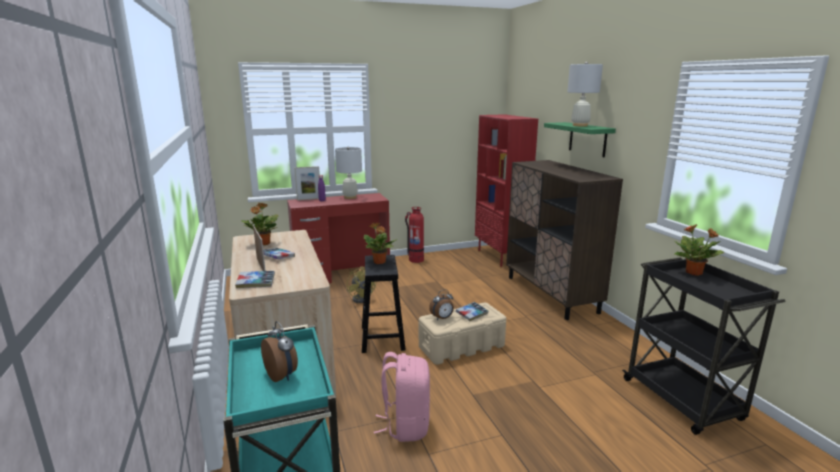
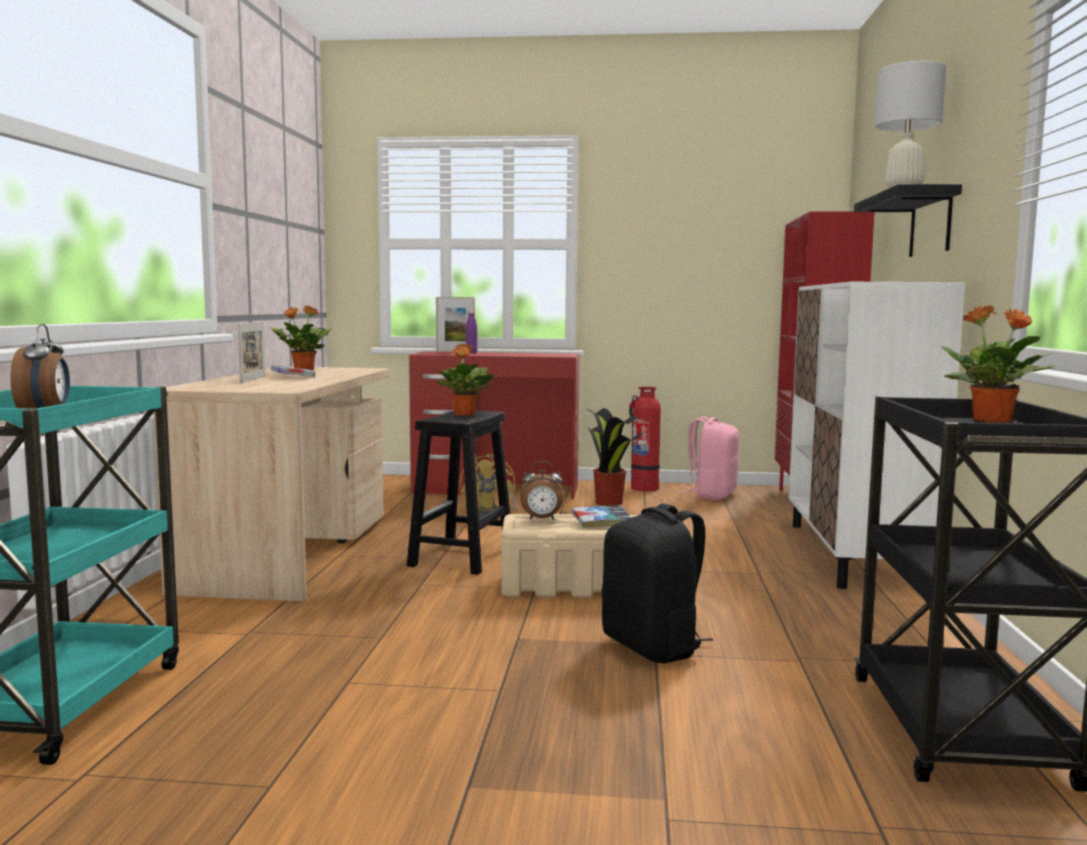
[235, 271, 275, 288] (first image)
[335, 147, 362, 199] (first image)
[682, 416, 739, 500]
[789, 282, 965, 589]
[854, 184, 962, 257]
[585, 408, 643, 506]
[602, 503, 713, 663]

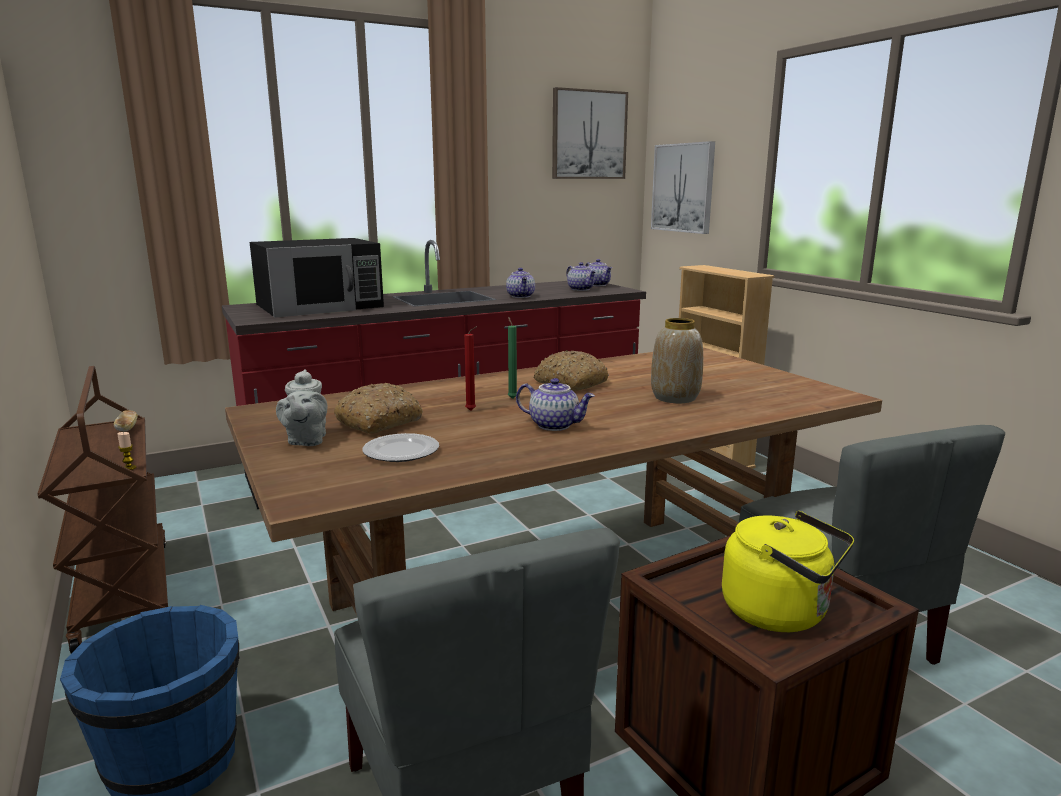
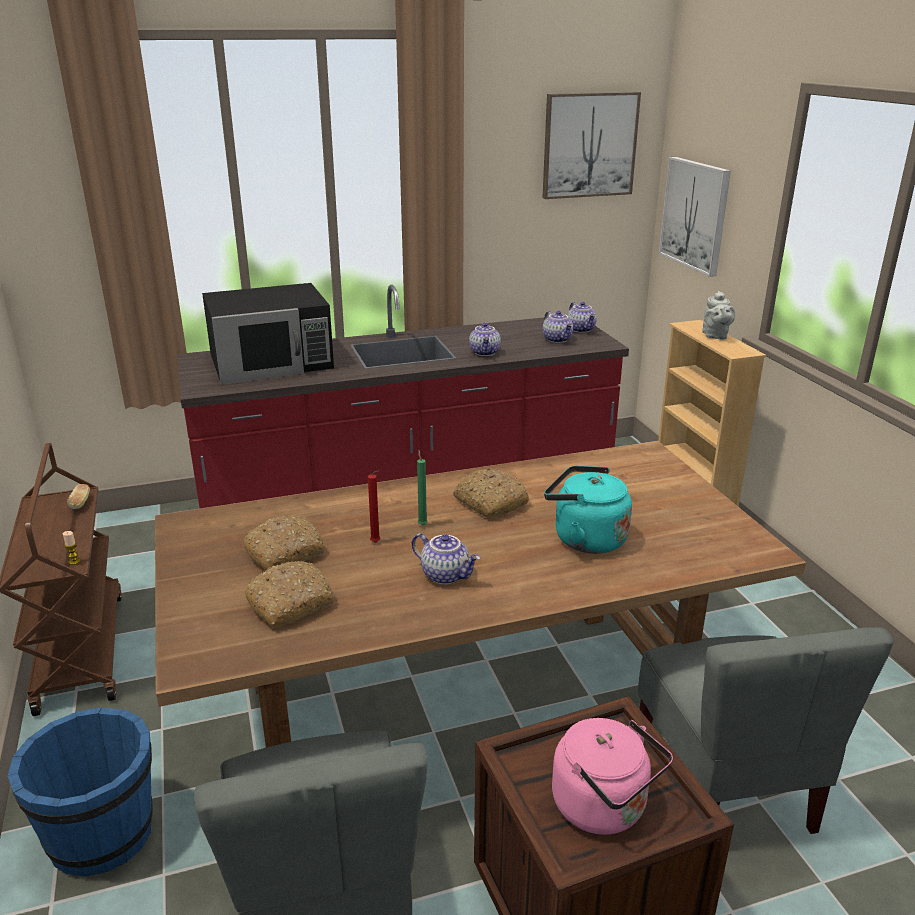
[702, 291, 735, 340]
[245, 561, 335, 628]
[544, 466, 632, 554]
[552, 718, 673, 835]

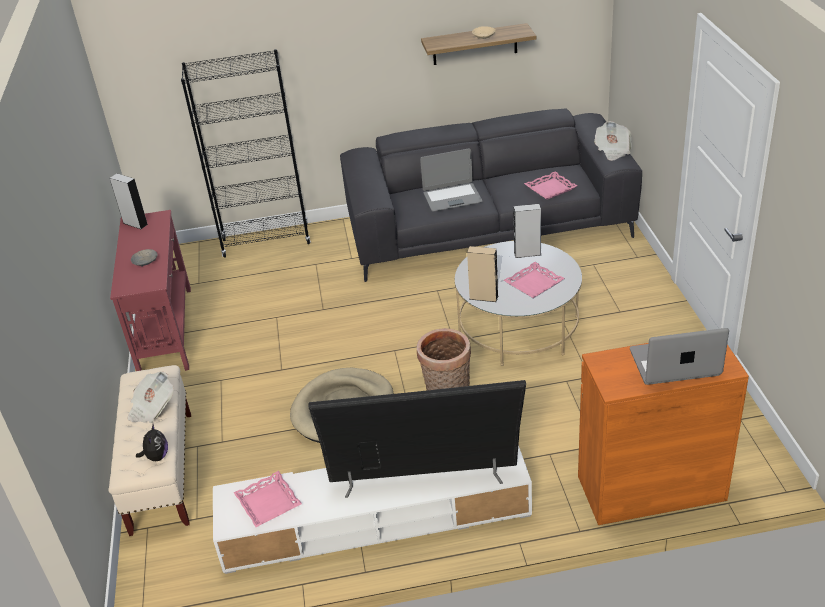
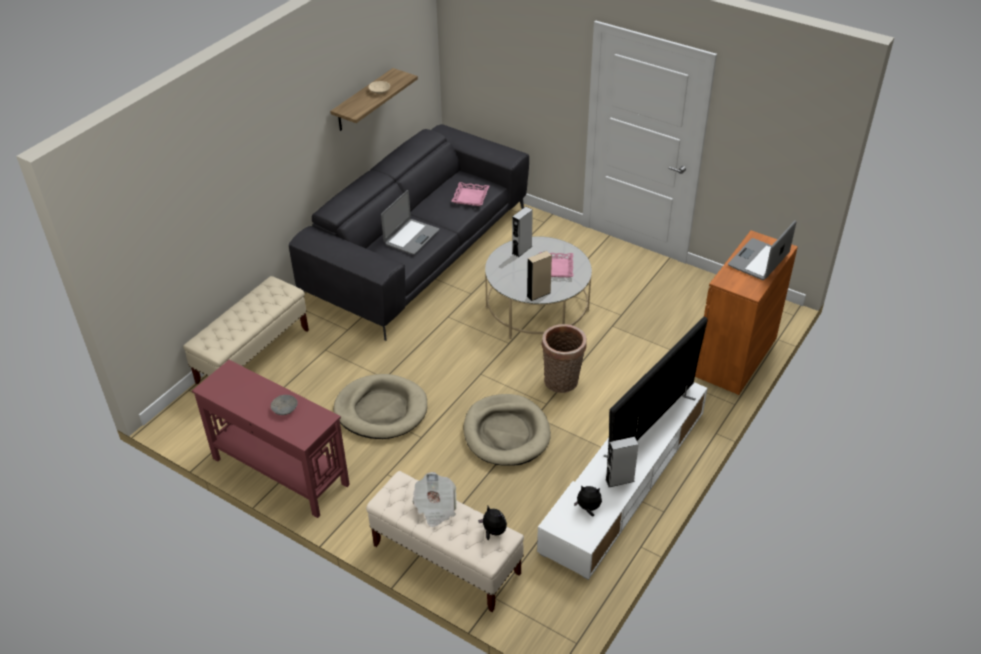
[605, 437, 639, 487]
[183, 276, 309, 385]
[574, 485, 602, 517]
[594, 121, 632, 161] (first image)
[334, 374, 427, 439]

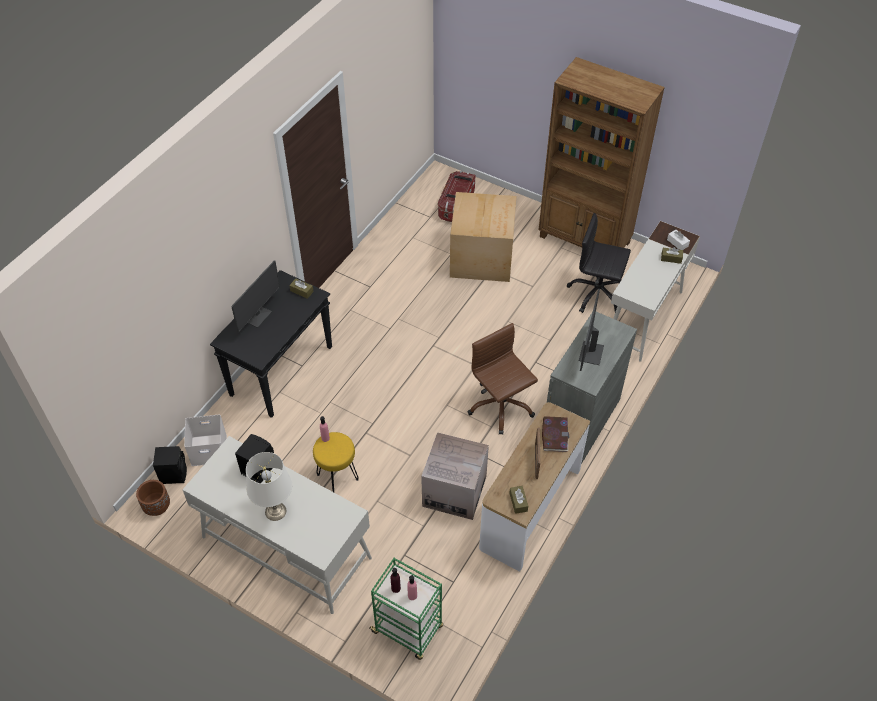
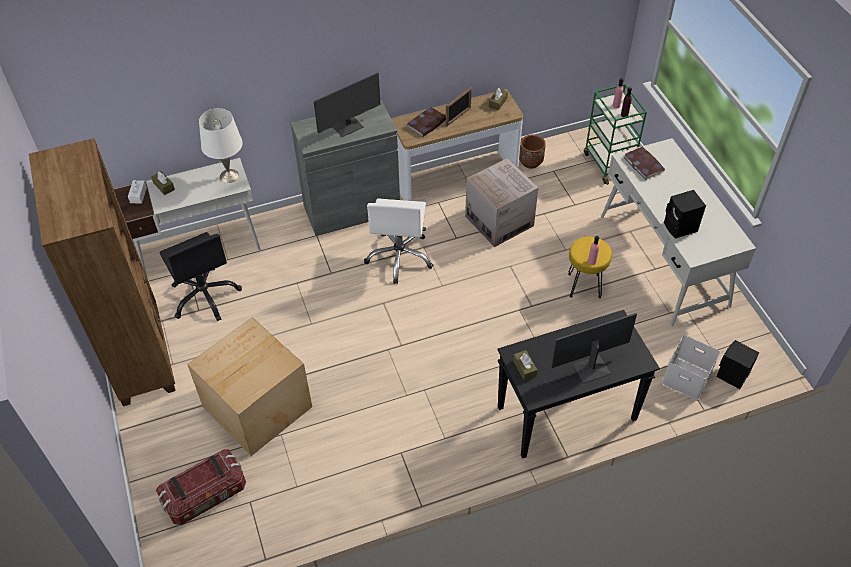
[519, 135, 546, 169]
[199, 108, 243, 183]
[364, 198, 433, 284]
[624, 147, 665, 180]

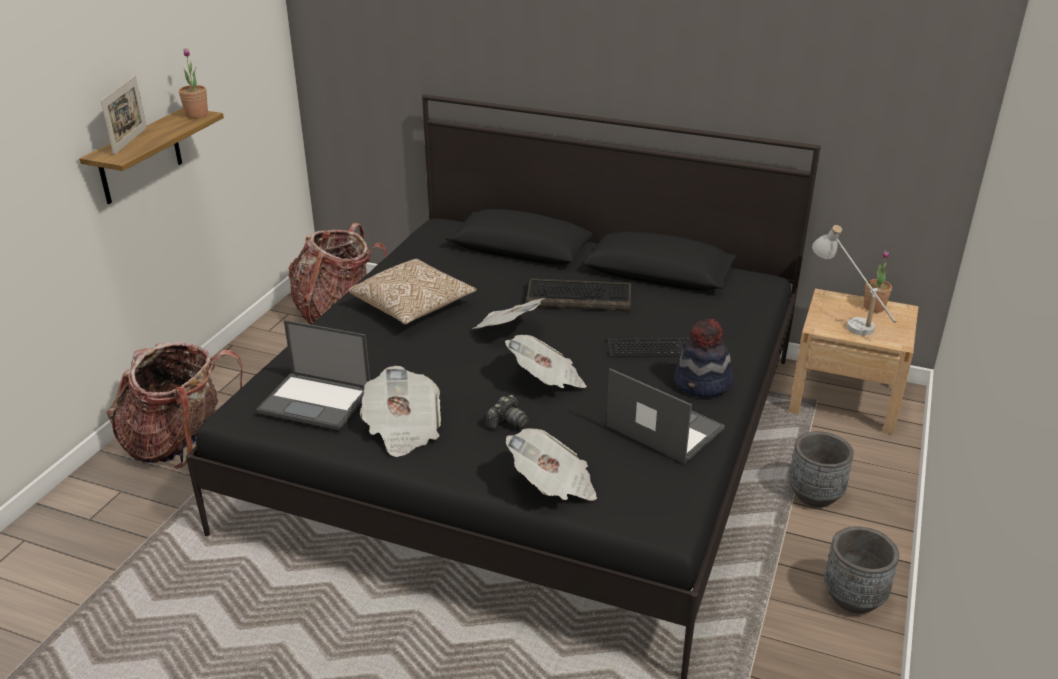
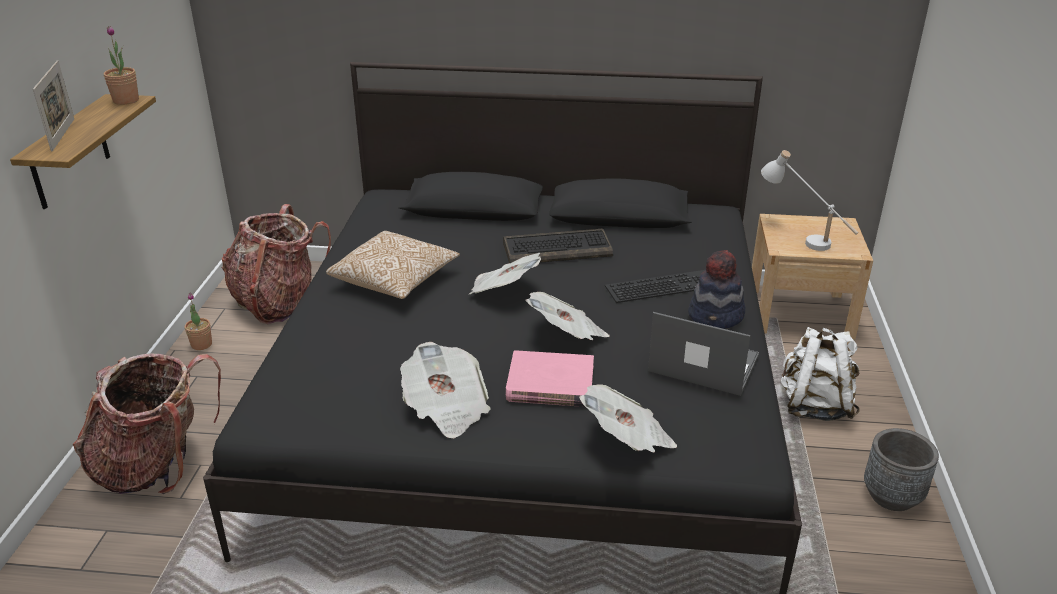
[256, 320, 370, 430] (first image)
[506, 350, 594, 407]
[781, 327, 860, 421]
[185, 292, 212, 350]

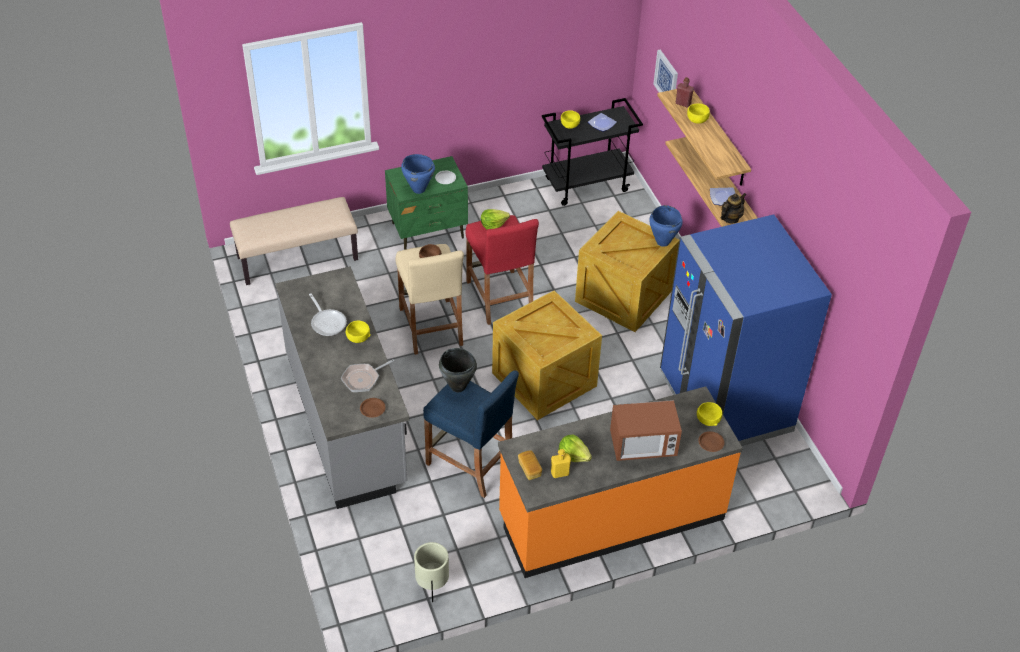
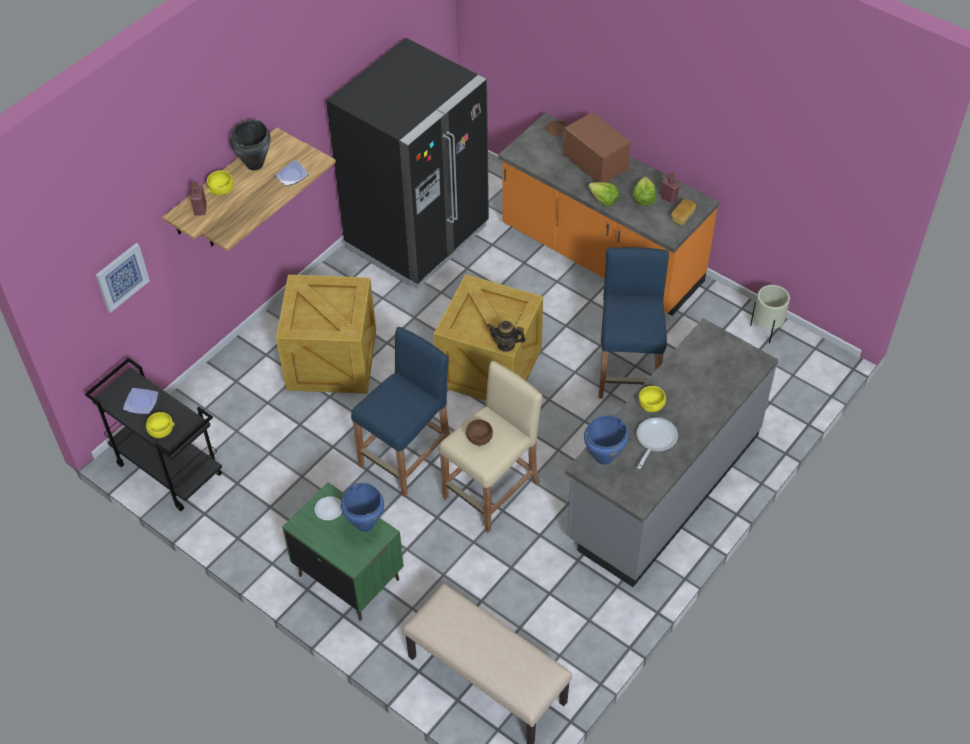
[341, 359, 394, 392] (first image)
[360, 398, 386, 418] (first image)
[230, 119, 271, 171]
[351, 327, 450, 497]
[588, 182, 619, 206]
[661, 172, 680, 204]
[584, 415, 629, 465]
[326, 38, 489, 289]
[697, 402, 722, 426] (first image)
[487, 321, 526, 352]

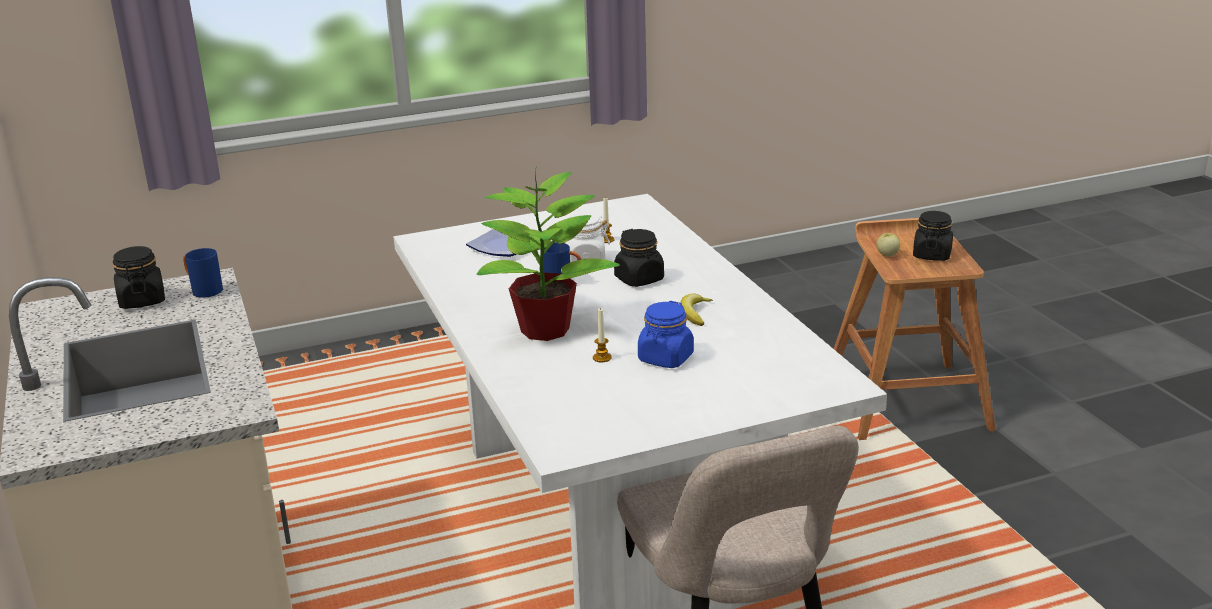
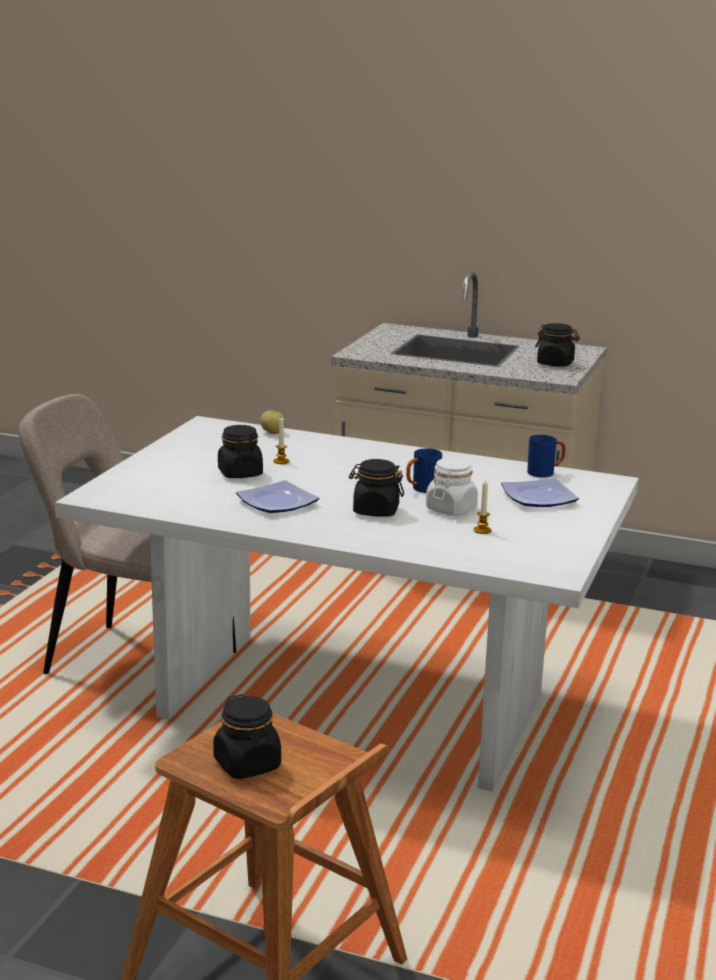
[527, 435, 566, 478]
[477, 166, 620, 341] (first image)
[218, 425, 263, 478]
[236, 480, 319, 513]
[260, 410, 285, 434]

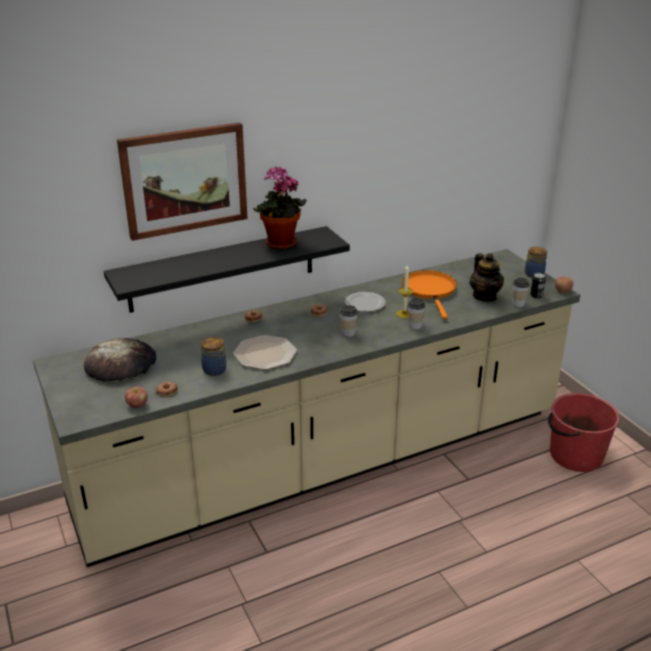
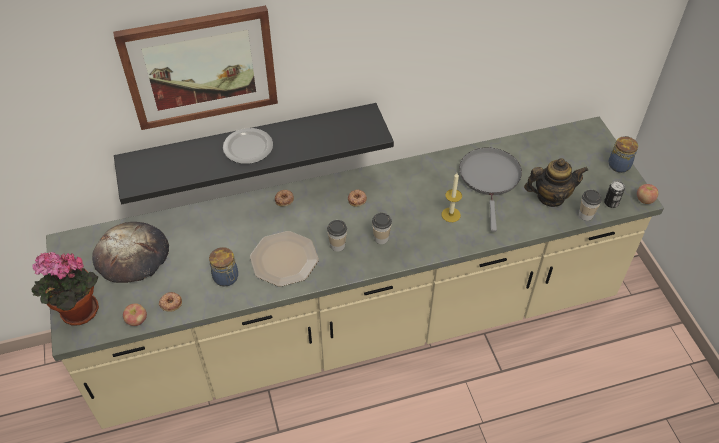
[31, 252, 99, 326]
[223, 128, 273, 164]
[459, 148, 522, 232]
[327, 220, 347, 252]
[524, 158, 588, 207]
[548, 393, 620, 472] (first image)

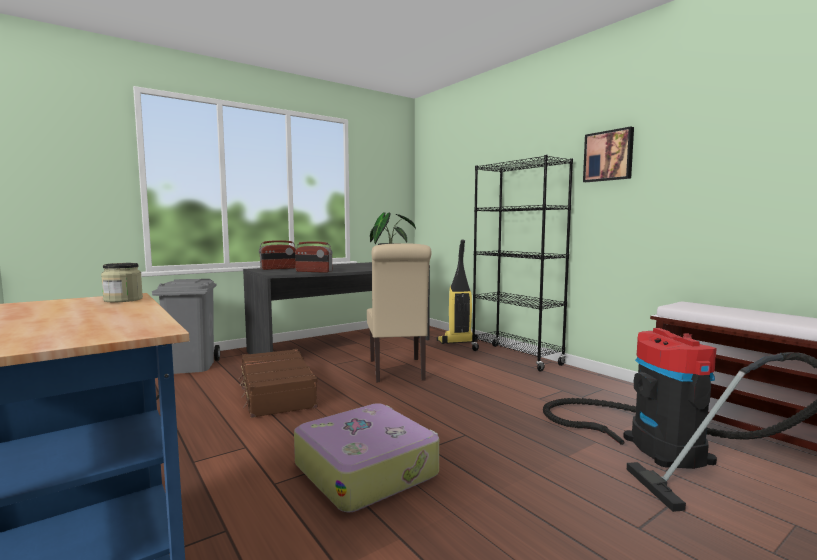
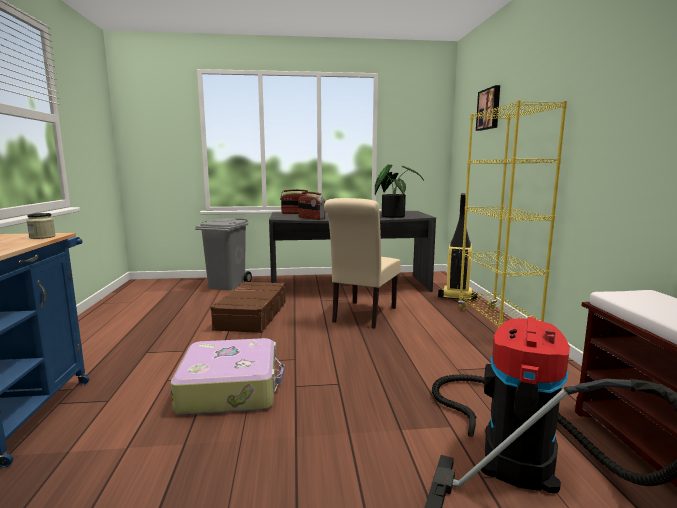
[458, 100, 567, 328]
[476, 85, 500, 131]

